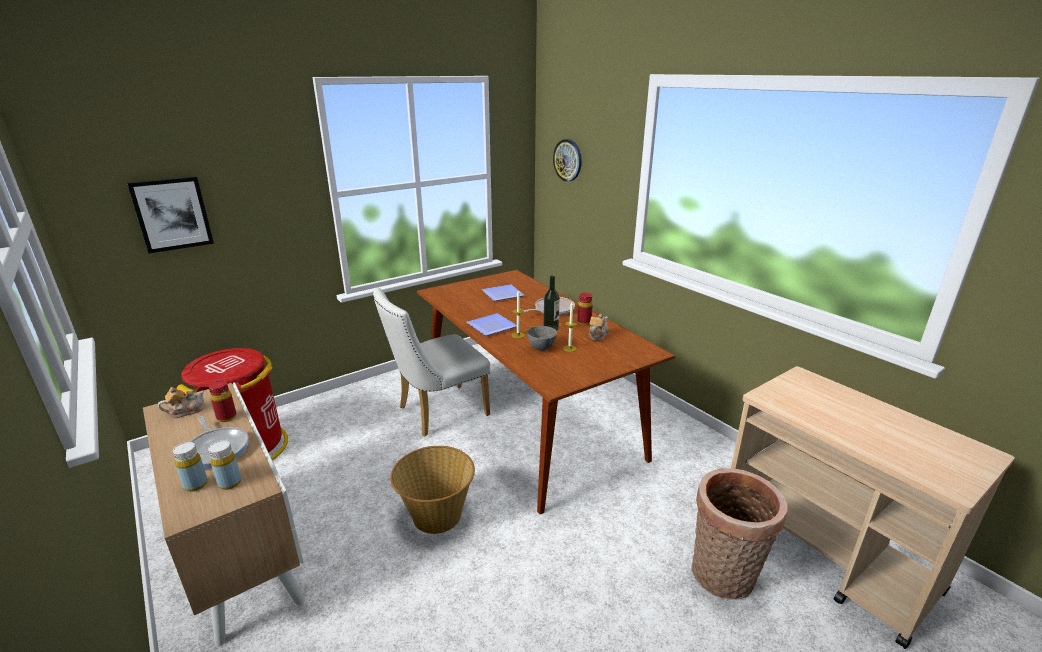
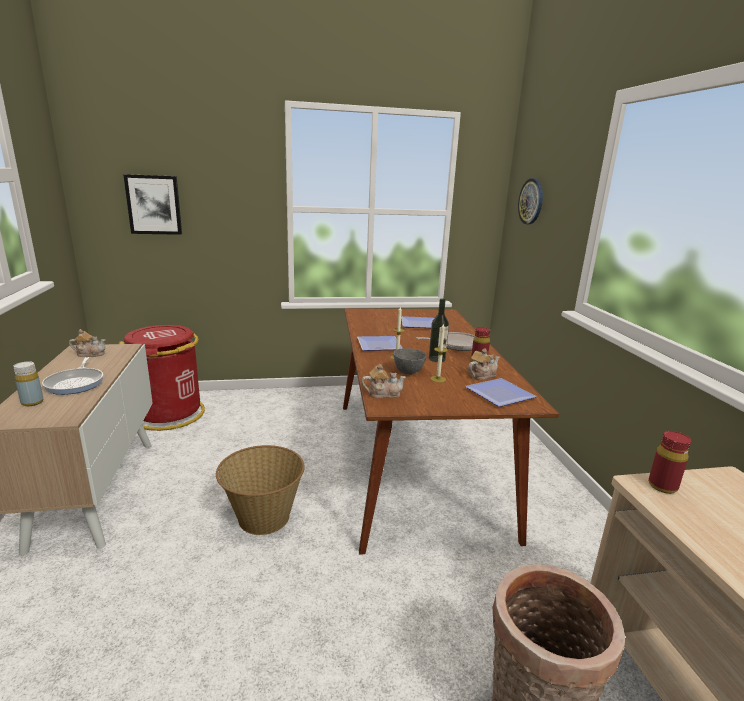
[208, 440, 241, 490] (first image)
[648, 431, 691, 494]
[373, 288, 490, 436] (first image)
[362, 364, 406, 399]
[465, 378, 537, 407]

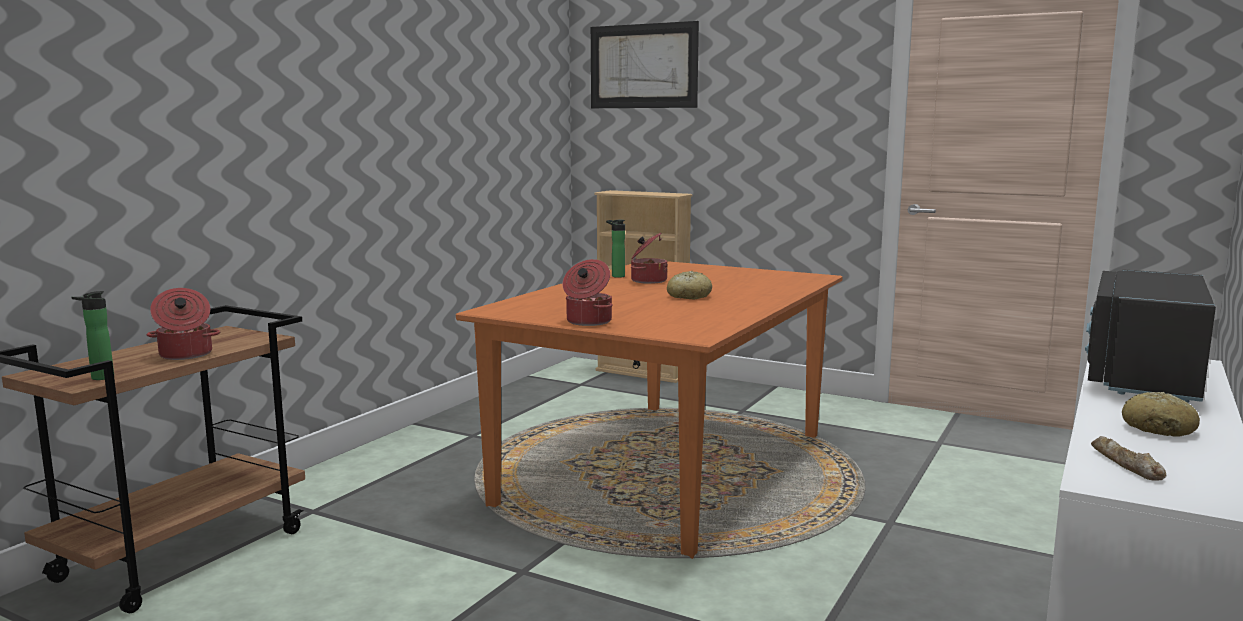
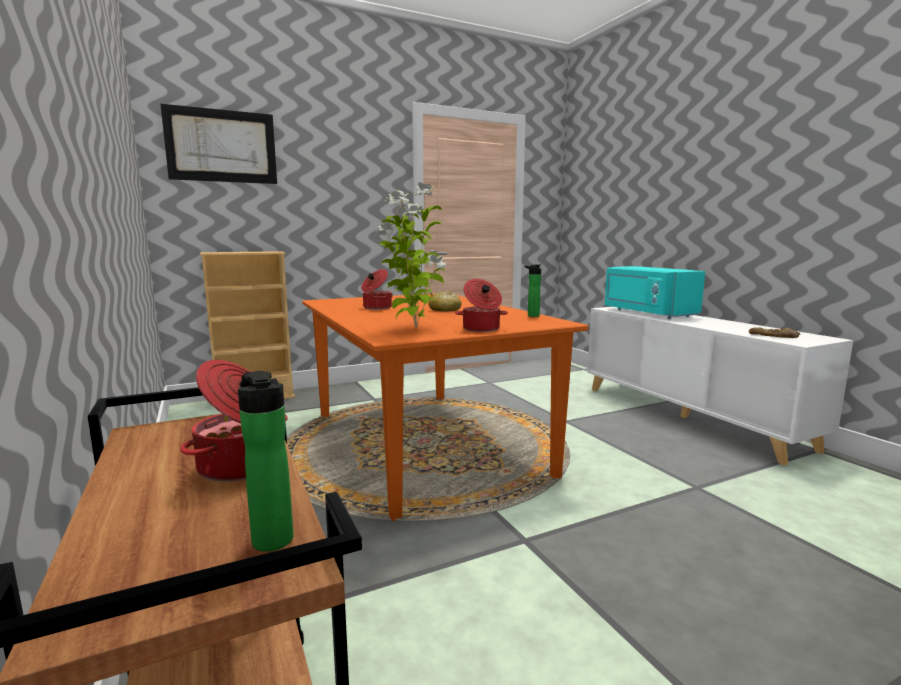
[524, 264, 541, 317]
[605, 266, 705, 319]
[1122, 392, 1200, 437] (first image)
[376, 182, 446, 329]

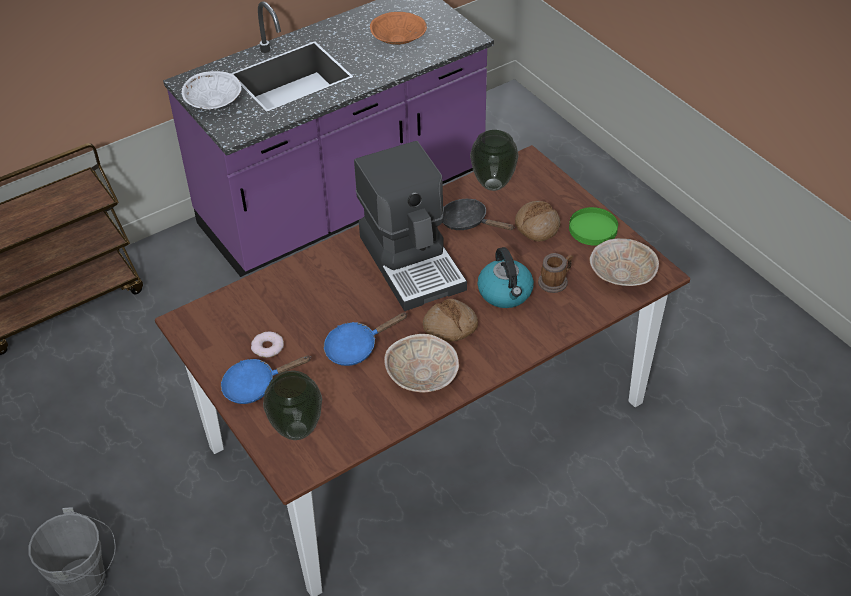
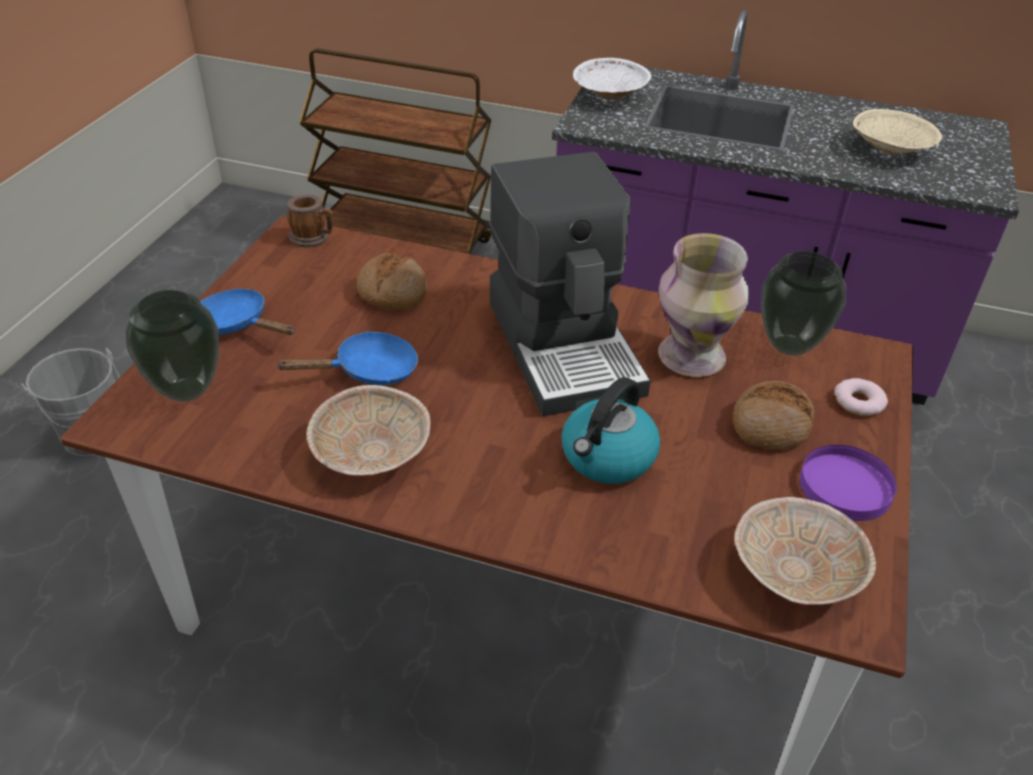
[835, 378, 888, 416]
[275, 331, 418, 385]
[489, 152, 651, 416]
[853, 109, 942, 154]
[357, 253, 427, 310]
[658, 233, 749, 377]
[287, 194, 333, 247]
[800, 445, 897, 521]

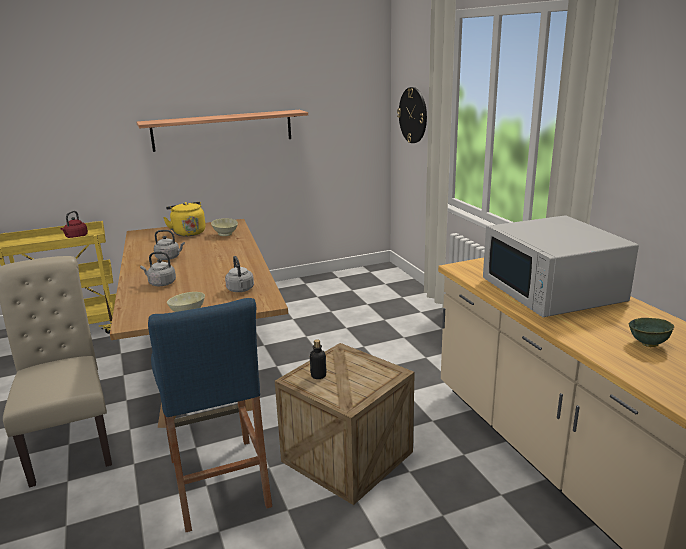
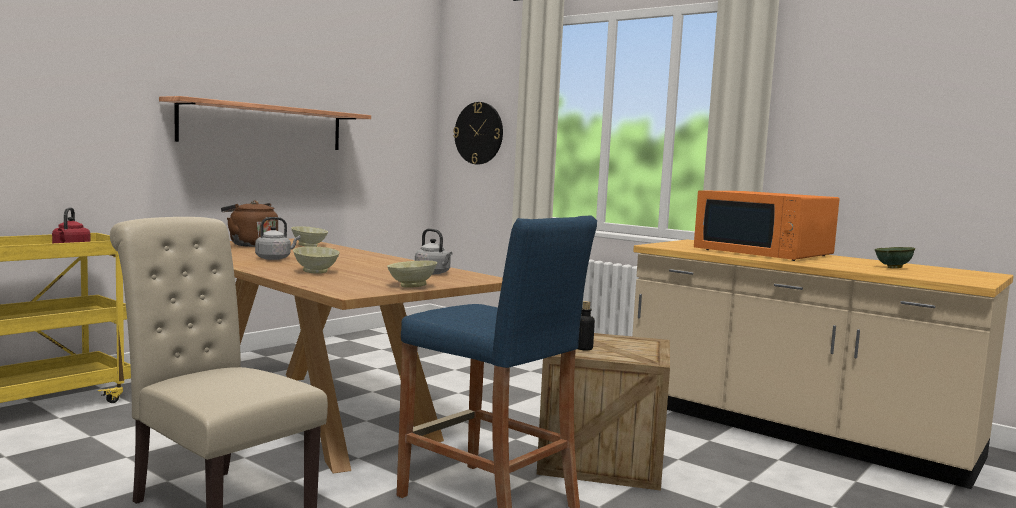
[293, 246, 339, 274]
[221, 200, 278, 247]
[694, 190, 839, 261]

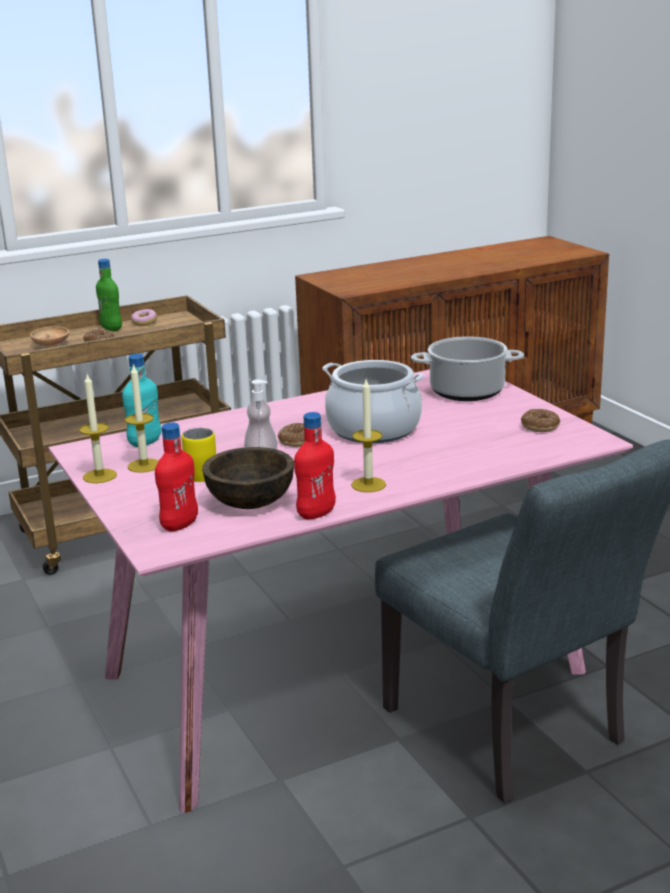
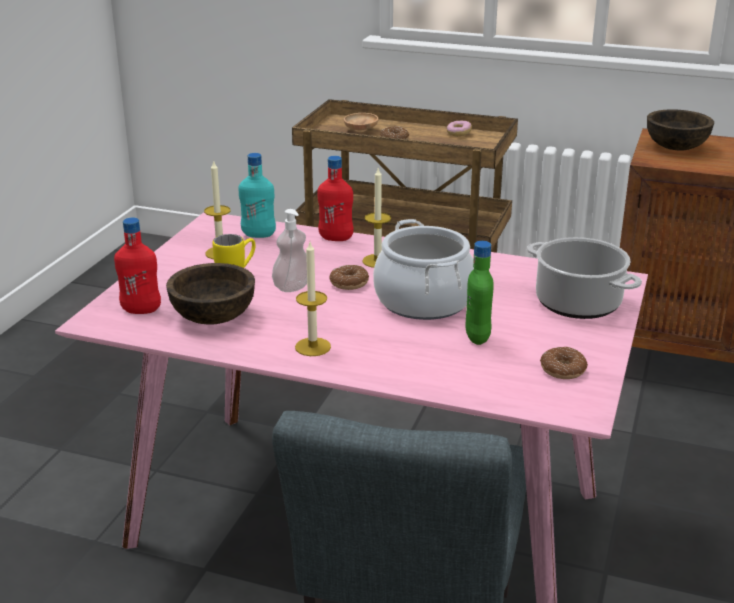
[362, 168, 391, 268]
[466, 241, 494, 345]
[318, 156, 354, 241]
[647, 109, 714, 151]

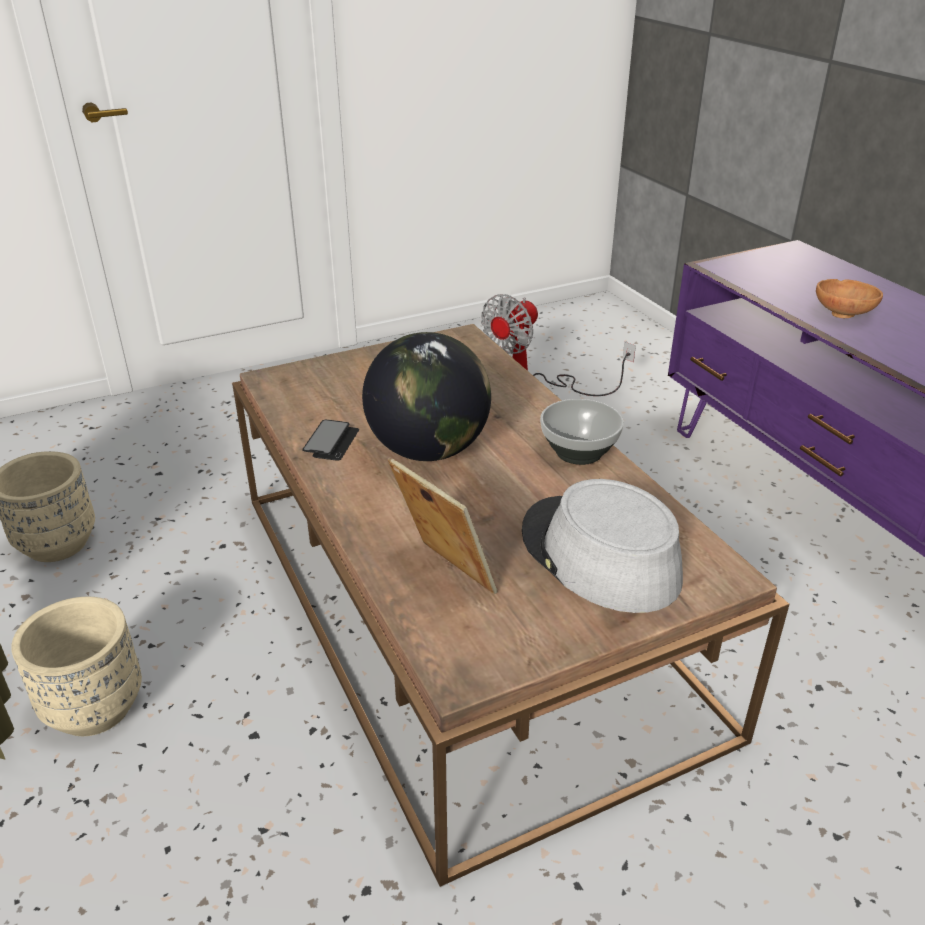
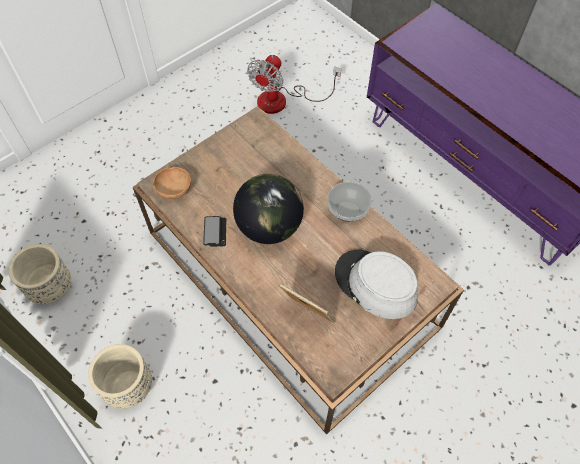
[153, 167, 191, 199]

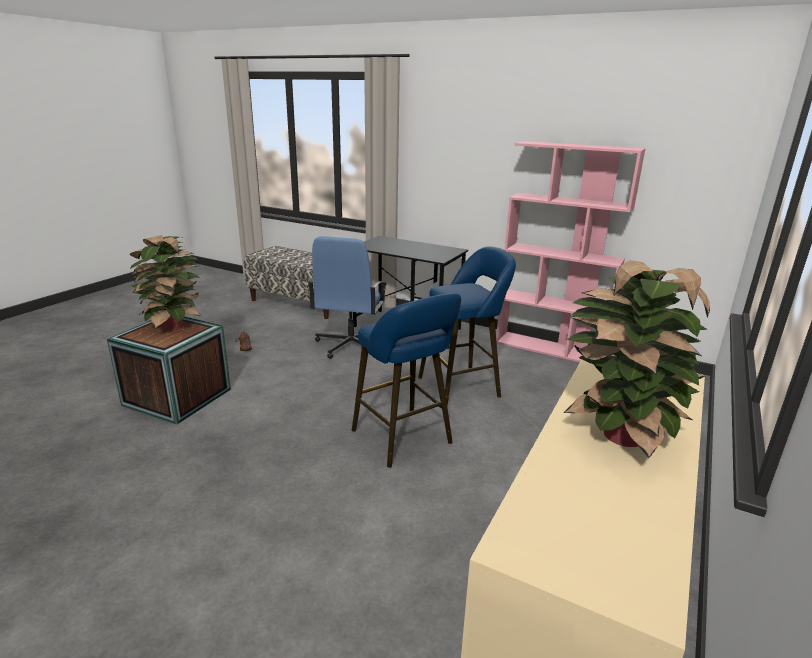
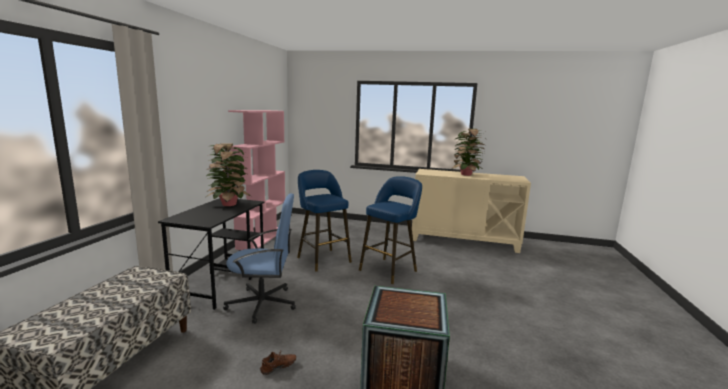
[206, 143, 251, 206]

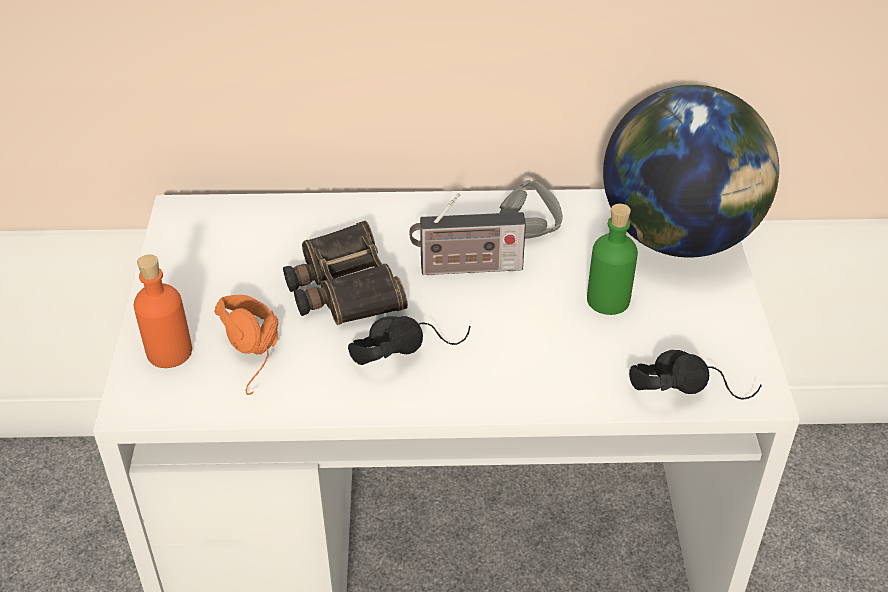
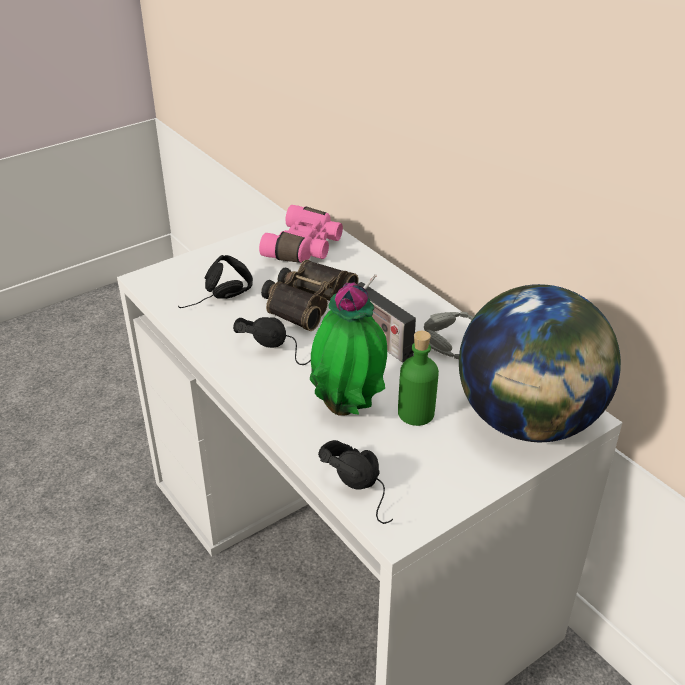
[134, 254, 192, 368] (first image)
[178, 255, 253, 308]
[259, 205, 343, 263]
[310, 283, 387, 416]

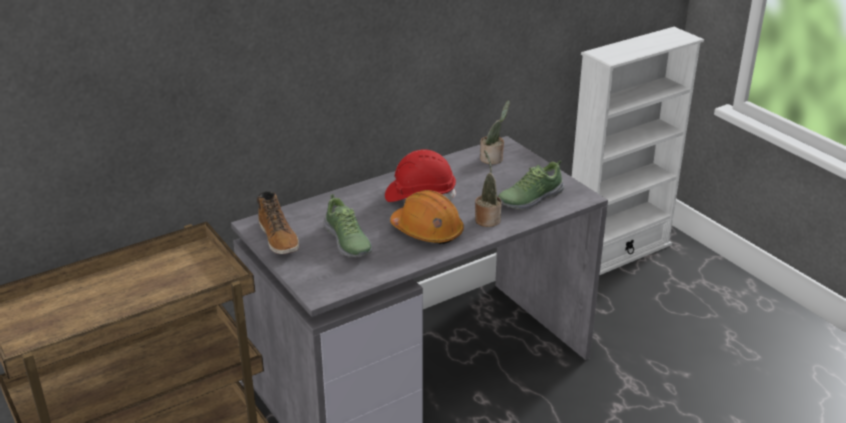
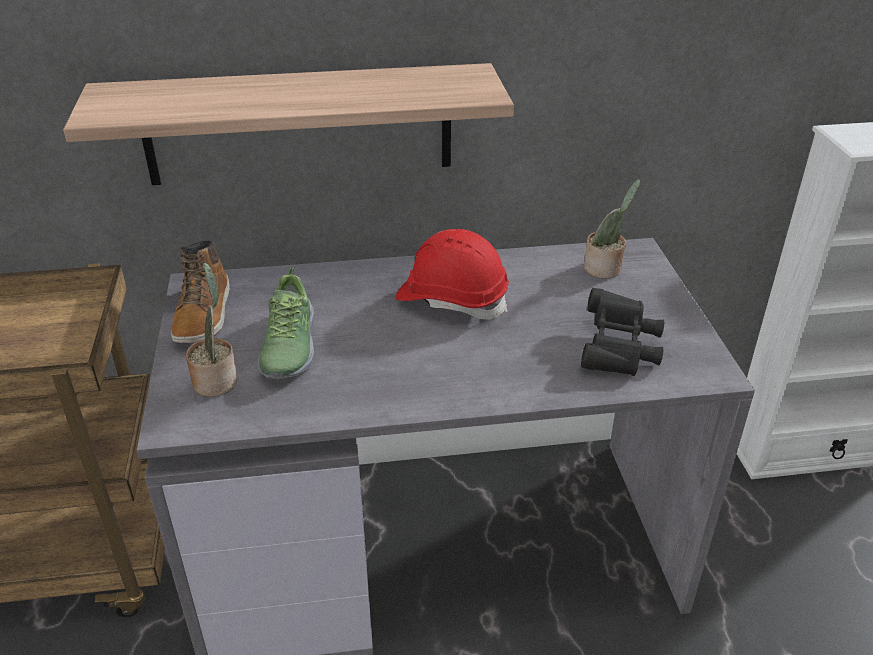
[390, 190, 464, 244] (first image)
[186, 263, 237, 397]
[581, 288, 664, 376]
[63, 63, 514, 185]

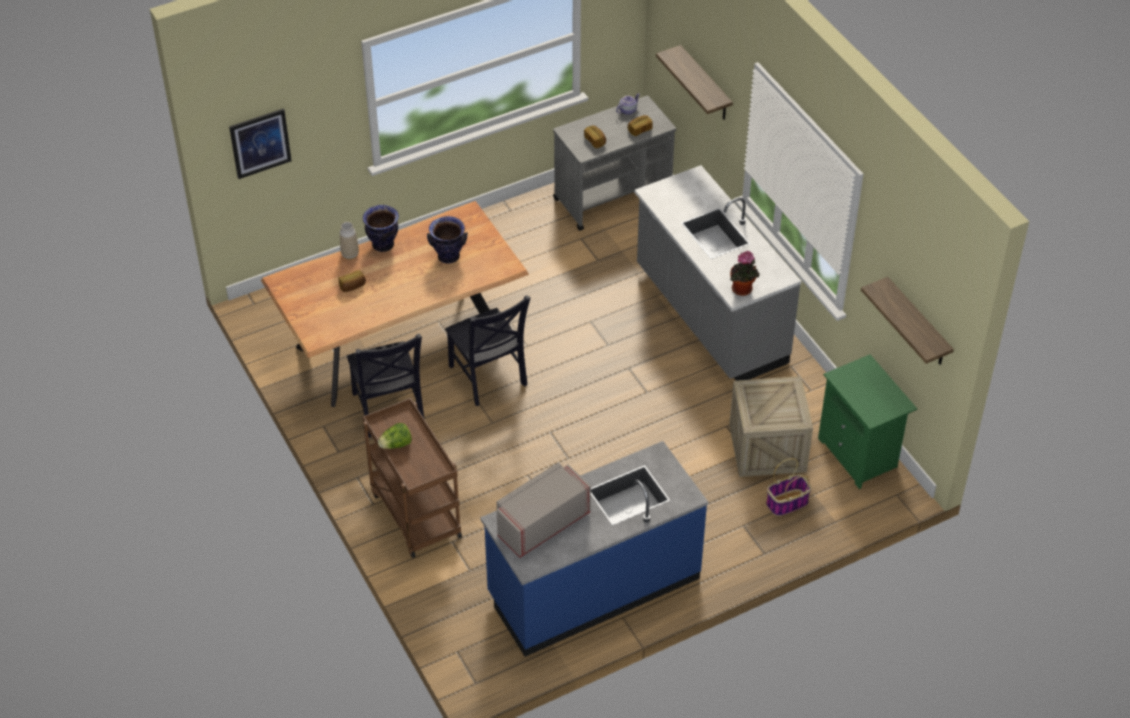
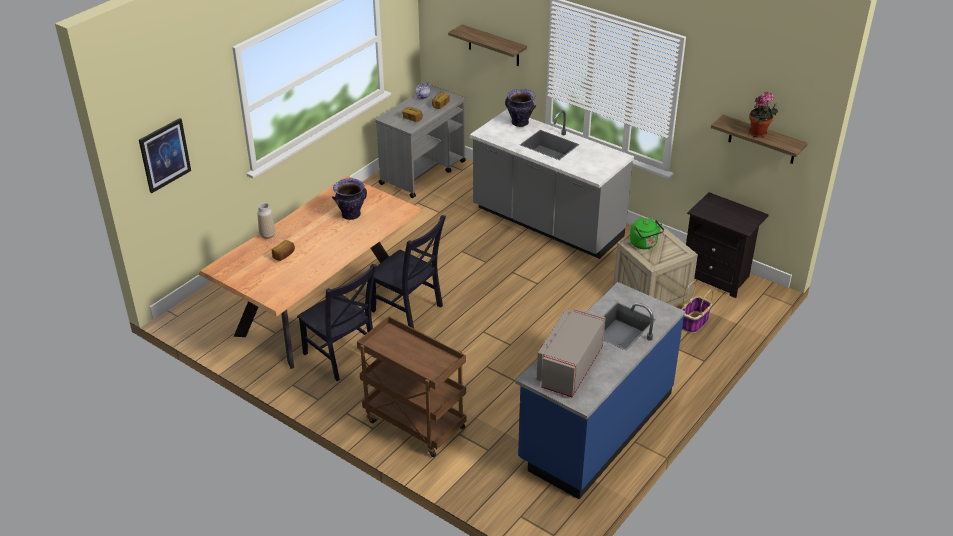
[505, 89, 536, 127]
[378, 423, 412, 449] (first image)
[749, 92, 778, 137]
[686, 192, 769, 298]
[630, 218, 664, 249]

